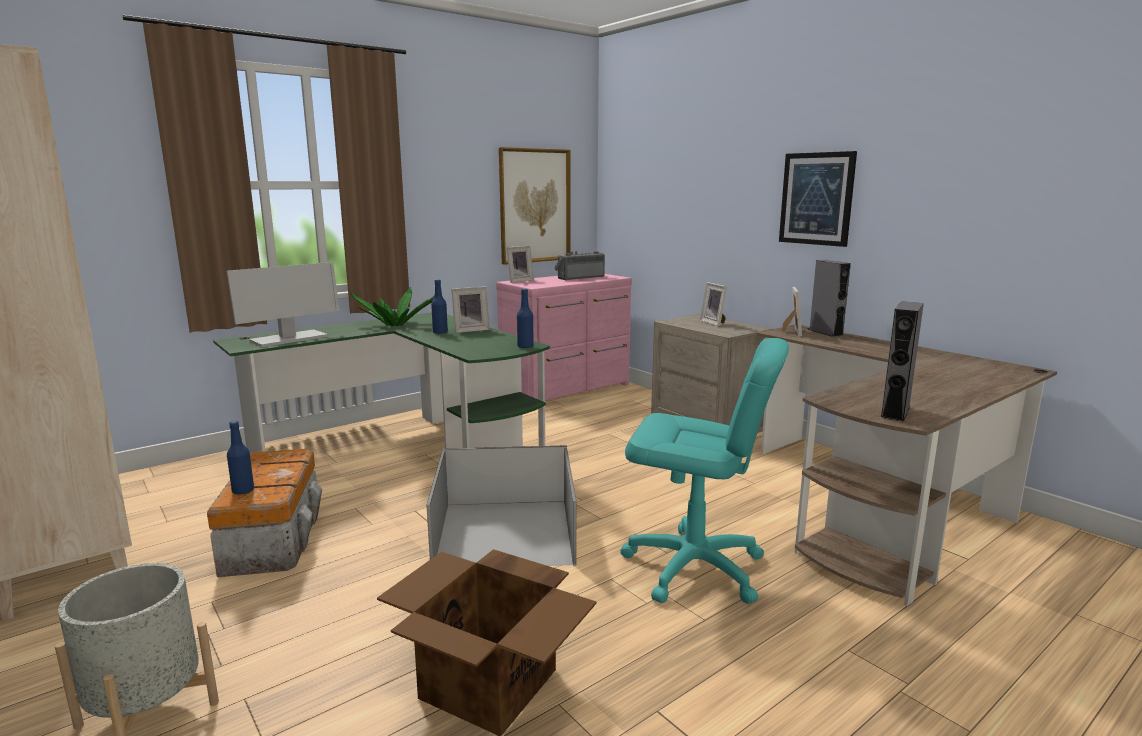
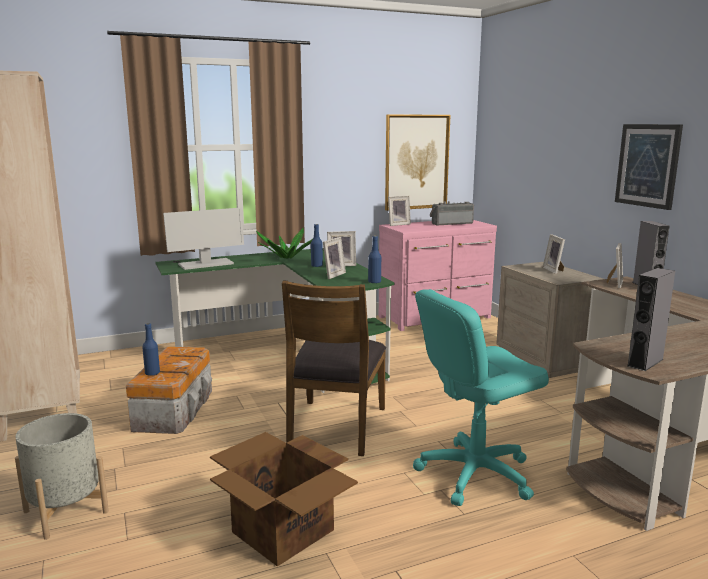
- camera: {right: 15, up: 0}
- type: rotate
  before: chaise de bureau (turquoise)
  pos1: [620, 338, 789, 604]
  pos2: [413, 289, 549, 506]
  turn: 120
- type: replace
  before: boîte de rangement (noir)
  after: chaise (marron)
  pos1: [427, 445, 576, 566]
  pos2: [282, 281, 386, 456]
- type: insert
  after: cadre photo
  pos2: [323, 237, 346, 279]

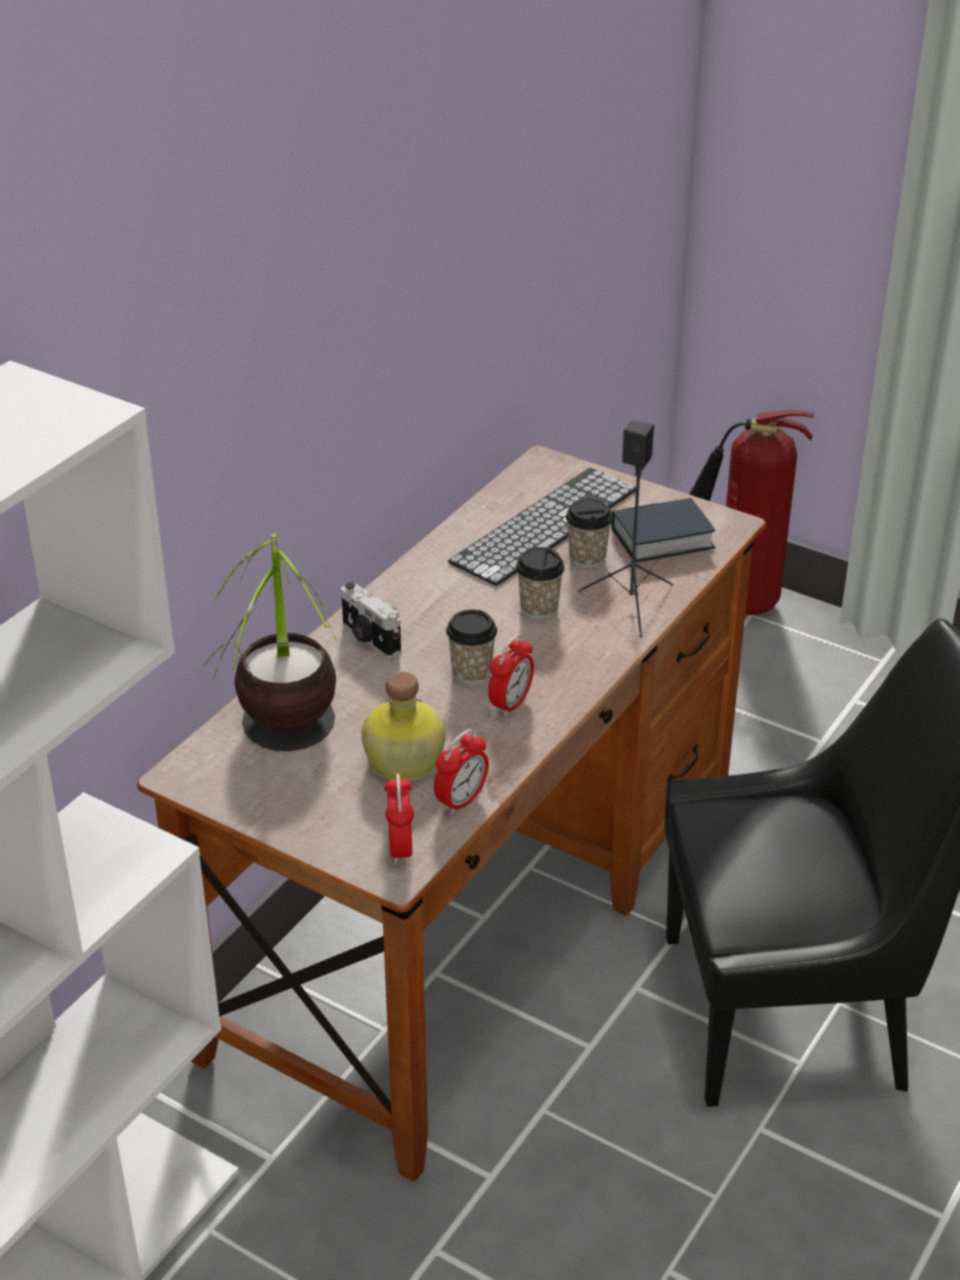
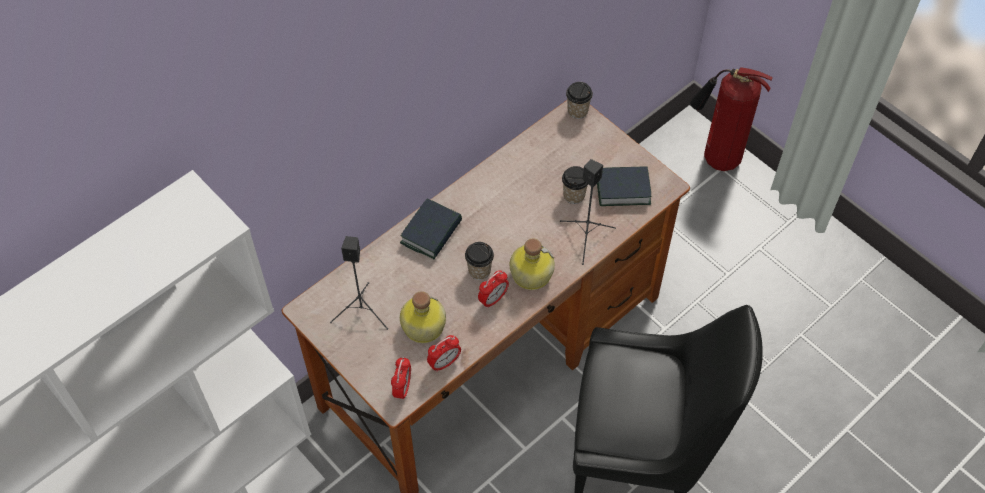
- camera: {right: 15, up: 20}
- type: delete
  before: clavier
  pos1: [448, 468, 636, 586]
- type: replace
  before: plante en pot
  after: enceinte (noir)
  pos1: [204, 534, 338, 751]
  pos2: [330, 236, 388, 330]
- type: move
  before: tasse
  pos1: [516, 547, 565, 619]
  pos2: [566, 82, 593, 119]
- type: replace
  before: appareil photo
  after: livre
  pos1: [341, 582, 401, 658]
  pos2: [400, 199, 462, 259]
- type: insert
  after: bouteille
  pos2: [510, 238, 555, 290]

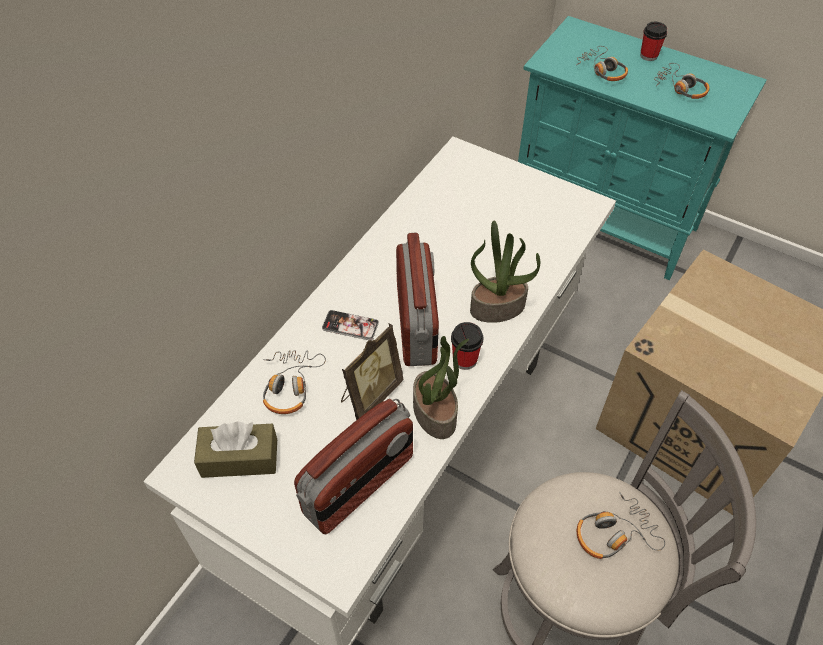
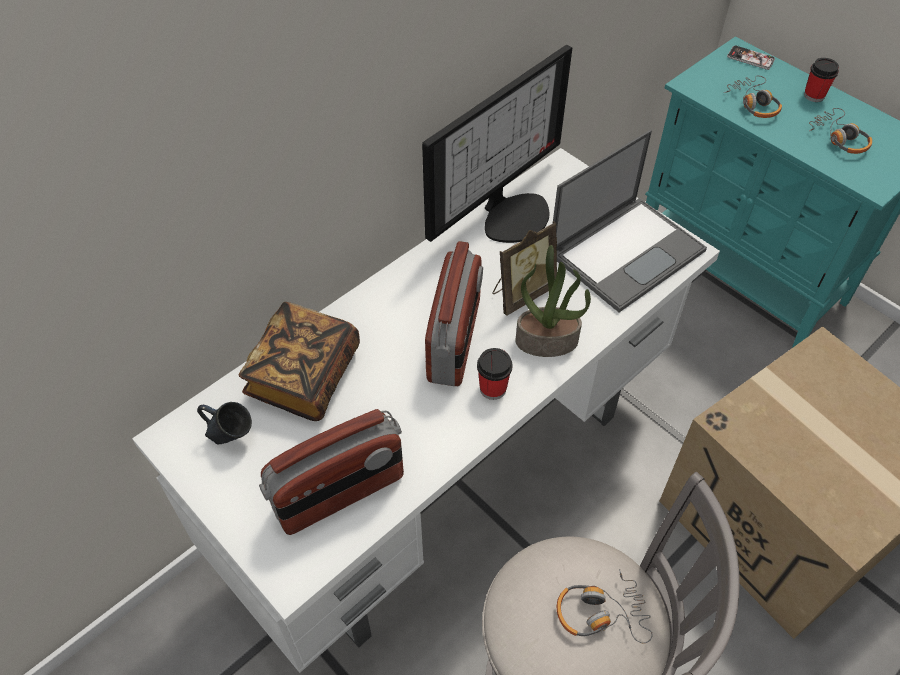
- camera: {right: 15, up: 0}
- type: move
  before: téléphone
  pos1: [322, 310, 379, 340]
  pos2: [727, 46, 775, 70]
- type: move
  before: cadre photo
  pos1: [341, 323, 404, 420]
  pos2: [492, 221, 557, 316]
- type: delete
  before: plante en pot
  pos1: [413, 336, 469, 439]
- type: replace
  before: casque audio
  after: livre
  pos1: [263, 350, 326, 414]
  pos2: [239, 302, 360, 421]
- type: replace
  before: boîte à mouchoirs (marron)
  after: mug (bleu)
  pos1: [194, 421, 277, 478]
  pos2: [197, 402, 252, 444]
- type: insert
  after: écran d'ordinateur
  pos2: [422, 45, 572, 243]
- type: insert
  after: ordinateur portable
  pos2: [553, 130, 707, 312]

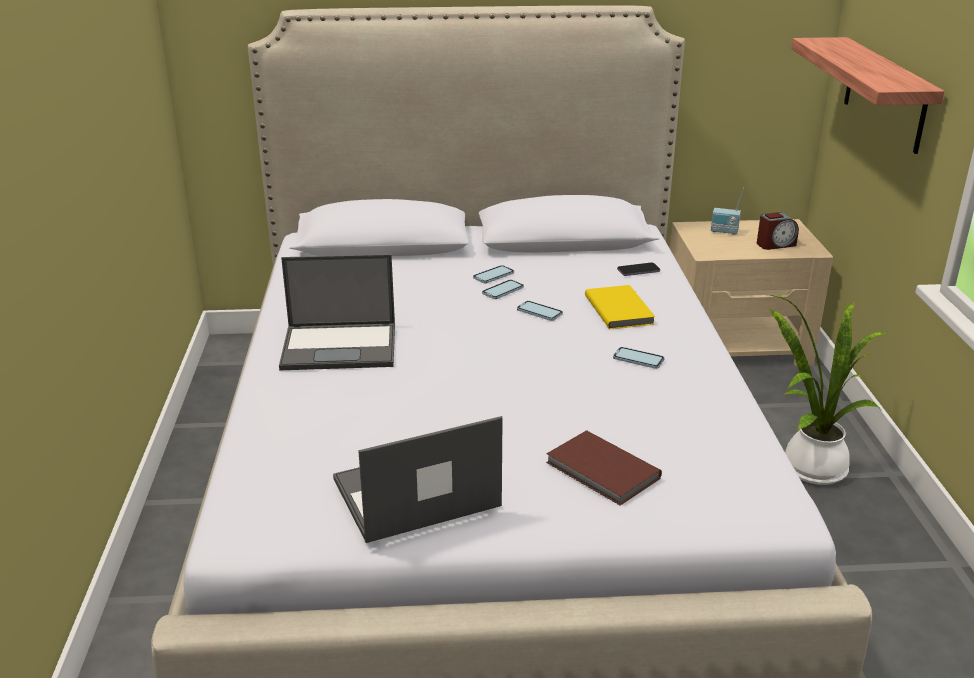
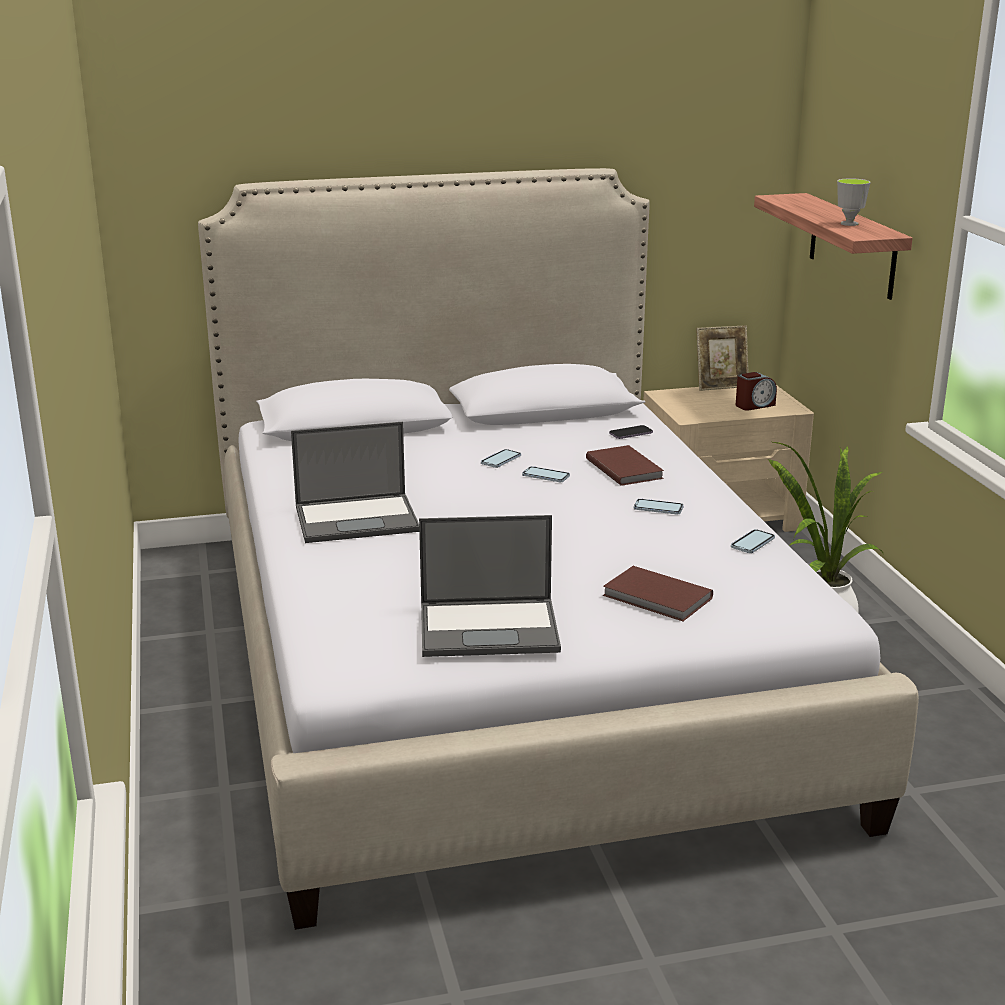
- camera: {right: -10, up: -5}
- type: delete
  before: radio
  pos1: [711, 188, 744, 235]
- type: move
  before: téléphone
  pos1: [473, 265, 514, 284]
  pos2: [731, 529, 775, 553]
- type: recolor
  before: livre (jaune)
  after: livre (marron)
  pos1: [585, 285, 655, 329]
  pos2: [586, 445, 664, 486]
- type: rotate
  before: ordinateur portable
  pos1: [333, 416, 503, 543]
  pos2: [419, 515, 561, 657]
  turn: -150
- type: insert
  after: tasse
  pos2: [837, 178, 870, 226]
- type: insert
  after: cadre photo
  pos2: [696, 325, 749, 391]

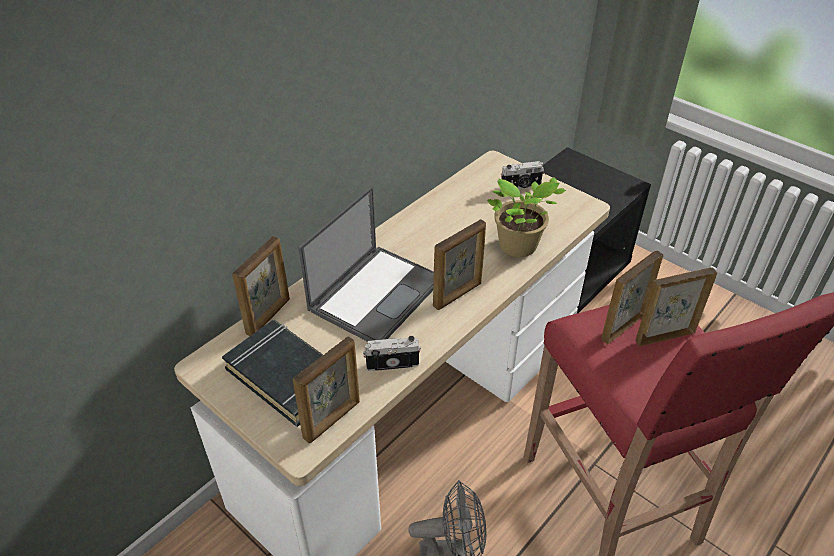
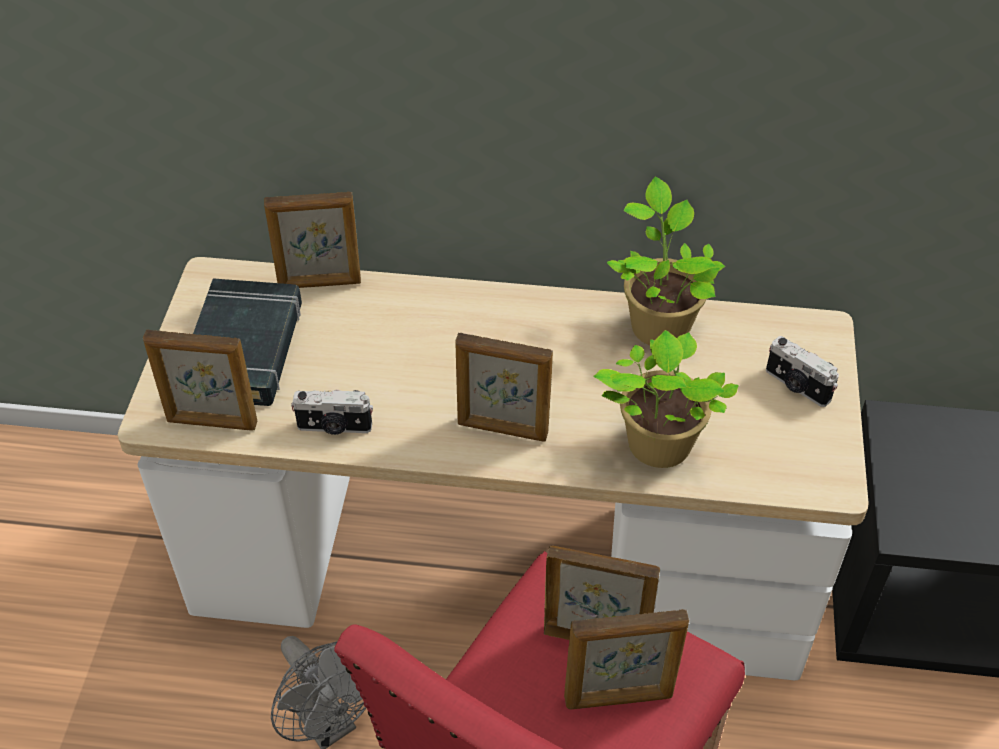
- camera: {right: 55, up: 5}
- type: delete
  before: ordinateur portable
  pos1: [298, 186, 434, 342]
- type: rotate
  before: cadre photo
  pos1: [636, 268, 717, 346]
  pos2: [564, 609, 689, 709]
  turn: 135
- type: rotate
  before: appareil photo
  pos1: [363, 336, 421, 371]
  pos2: [291, 389, 373, 435]
  turn: 135
- type: insert
  after: plante en pot
  pos2: [607, 177, 725, 345]

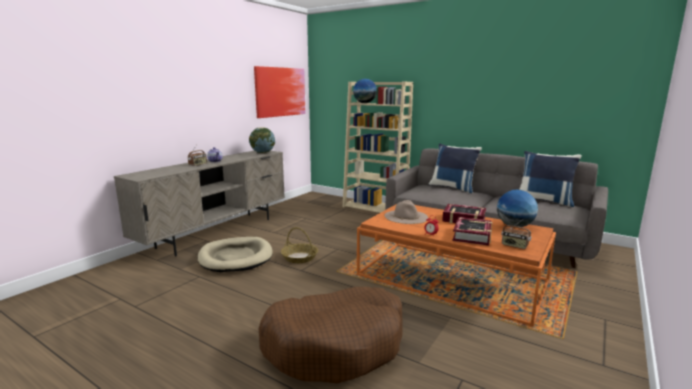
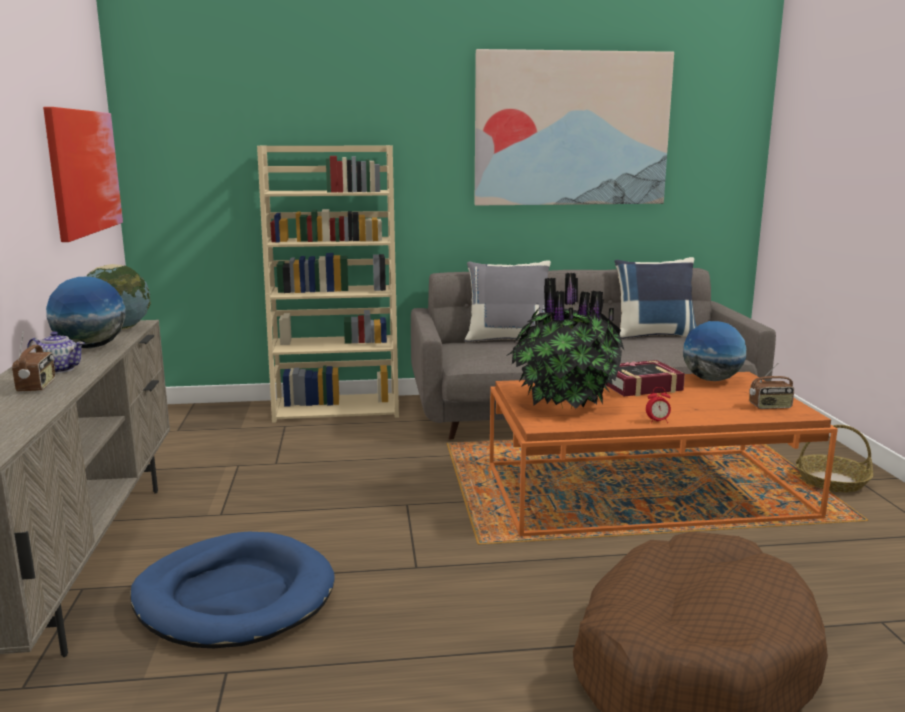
- camera: {right: -40, up: 0}
- type: move
  before: globe
  pos1: [353, 79, 377, 103]
  pos2: [46, 277, 126, 349]
- type: recolor
  before: coussin (bleu)
  after: coussin (gris)
  pos1: [428, 144, 482, 194]
  pos2: [464, 260, 551, 343]
- type: replace
  before: chapeau (beige)
  after: plante en pot
  pos1: [385, 200, 428, 224]
  pos2: [506, 273, 625, 409]
- type: delete
  before: livre
  pos1: [453, 217, 492, 246]
- type: move
  before: panier
  pos1: [281, 227, 318, 263]
  pos2: [796, 425, 873, 492]
- type: recolor
  before: panier pour chien (beige)
  after: panier pour chien (bleu)
  pos1: [198, 237, 273, 272]
  pos2: [130, 532, 335, 648]
- type: insert
  after: tableau
  pos2: [475, 49, 674, 205]

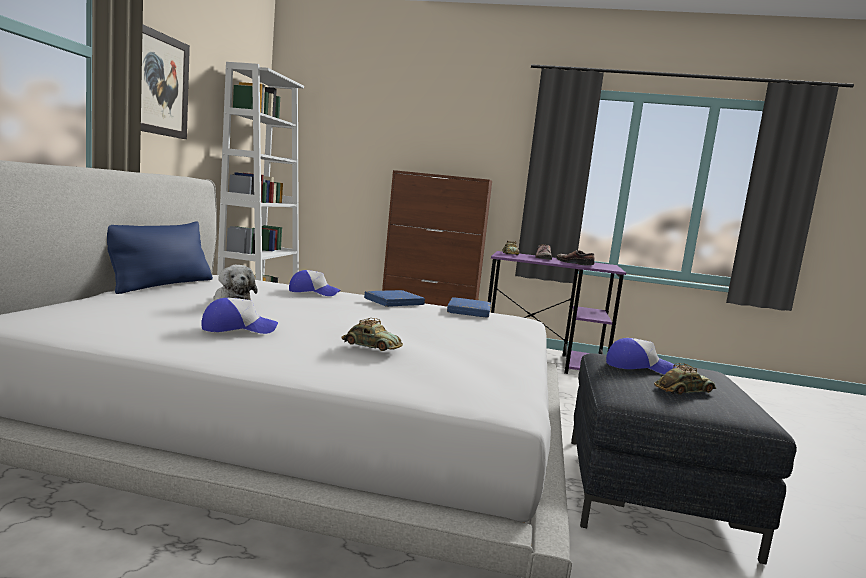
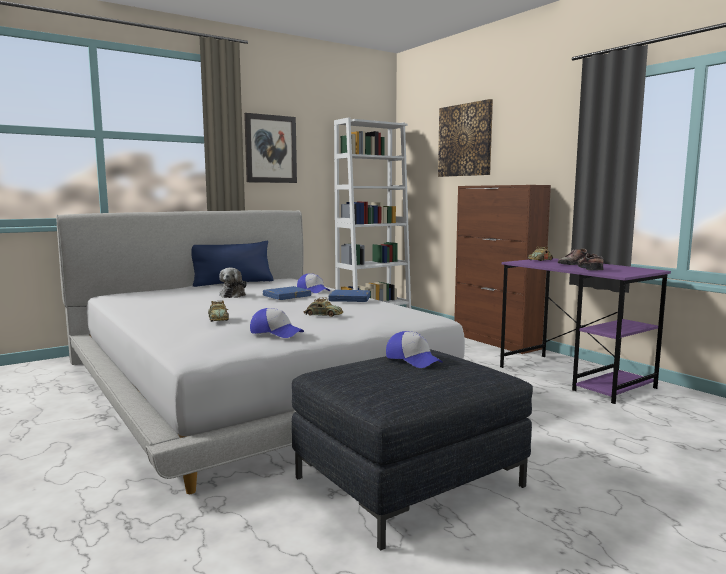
- camera: {right: 45, up: 0}
- type: move
  before: casquette
  pos1: [201, 298, 278, 334]
  pos2: [250, 308, 304, 338]
- type: move
  before: livre (bleu)
  pos1: [447, 298, 491, 317]
  pos2: [263, 286, 311, 300]
- type: move
  before: petite voiture
  pos1: [654, 363, 716, 395]
  pos2: [303, 297, 344, 317]
- type: insert
  after: tableau
  pos2: [438, 99, 493, 177]

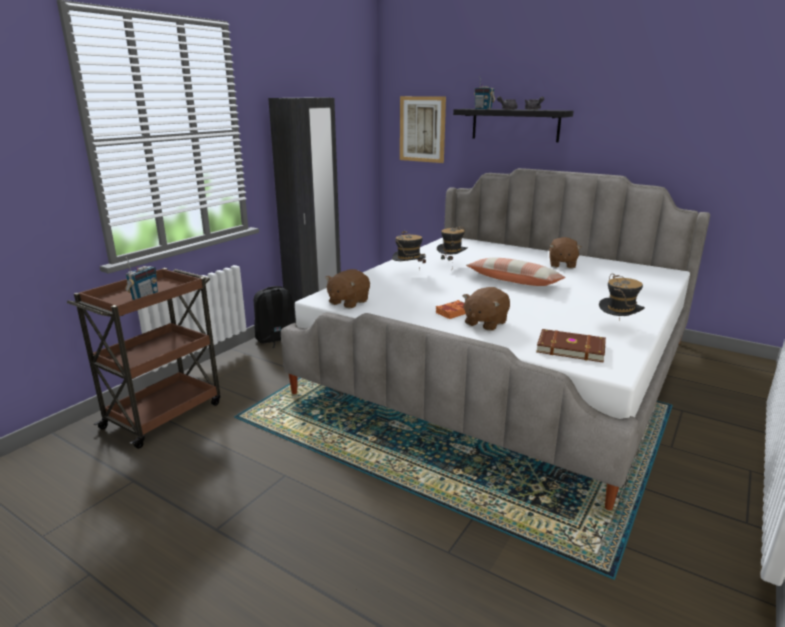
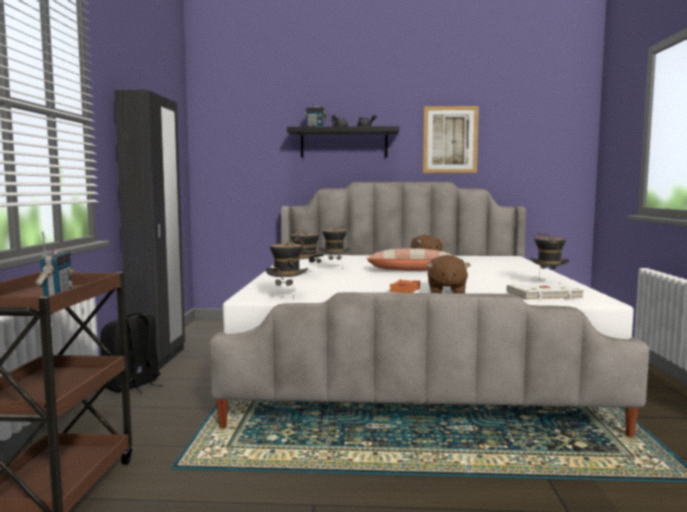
- camera: {right: -30, up: -15}
- type: move
  before: tableau
  pos1: [400, 96, 446, 163]
  pos2: [423, 106, 479, 173]
- type: replace
  before: peluche (marron)
  after: chapeau
  pos1: [325, 269, 370, 309]
  pos2: [265, 239, 308, 299]
- type: recolor
  before: livre (marron)
  after: livre (blanc)
  pos1: [536, 329, 606, 363]
  pos2: [506, 283, 584, 300]

